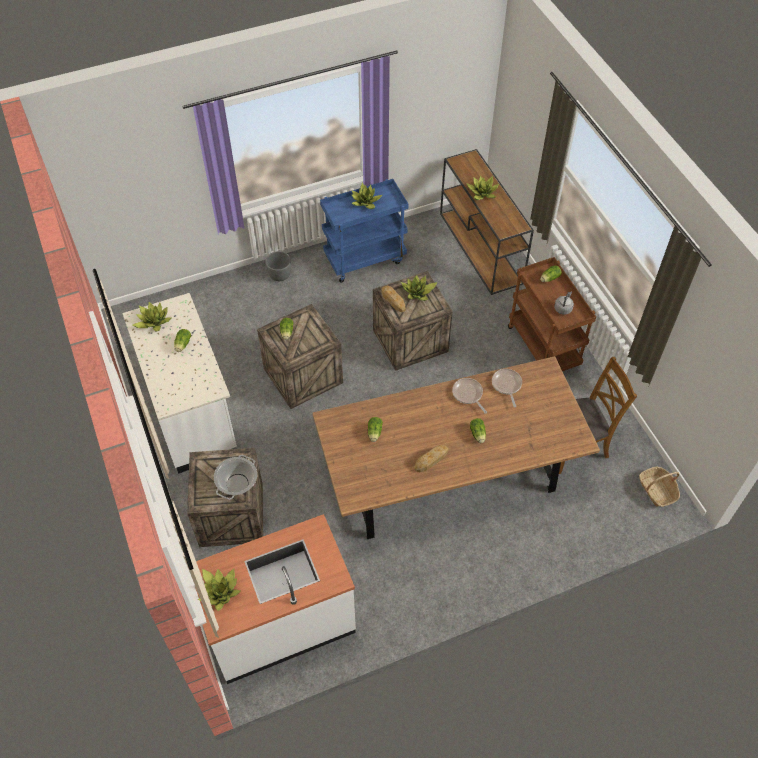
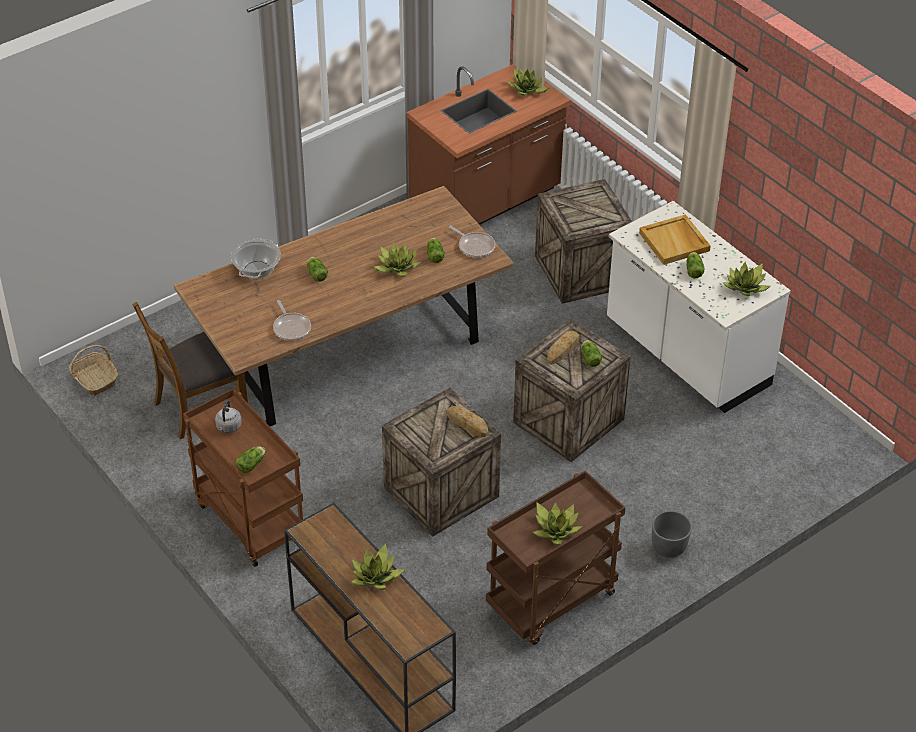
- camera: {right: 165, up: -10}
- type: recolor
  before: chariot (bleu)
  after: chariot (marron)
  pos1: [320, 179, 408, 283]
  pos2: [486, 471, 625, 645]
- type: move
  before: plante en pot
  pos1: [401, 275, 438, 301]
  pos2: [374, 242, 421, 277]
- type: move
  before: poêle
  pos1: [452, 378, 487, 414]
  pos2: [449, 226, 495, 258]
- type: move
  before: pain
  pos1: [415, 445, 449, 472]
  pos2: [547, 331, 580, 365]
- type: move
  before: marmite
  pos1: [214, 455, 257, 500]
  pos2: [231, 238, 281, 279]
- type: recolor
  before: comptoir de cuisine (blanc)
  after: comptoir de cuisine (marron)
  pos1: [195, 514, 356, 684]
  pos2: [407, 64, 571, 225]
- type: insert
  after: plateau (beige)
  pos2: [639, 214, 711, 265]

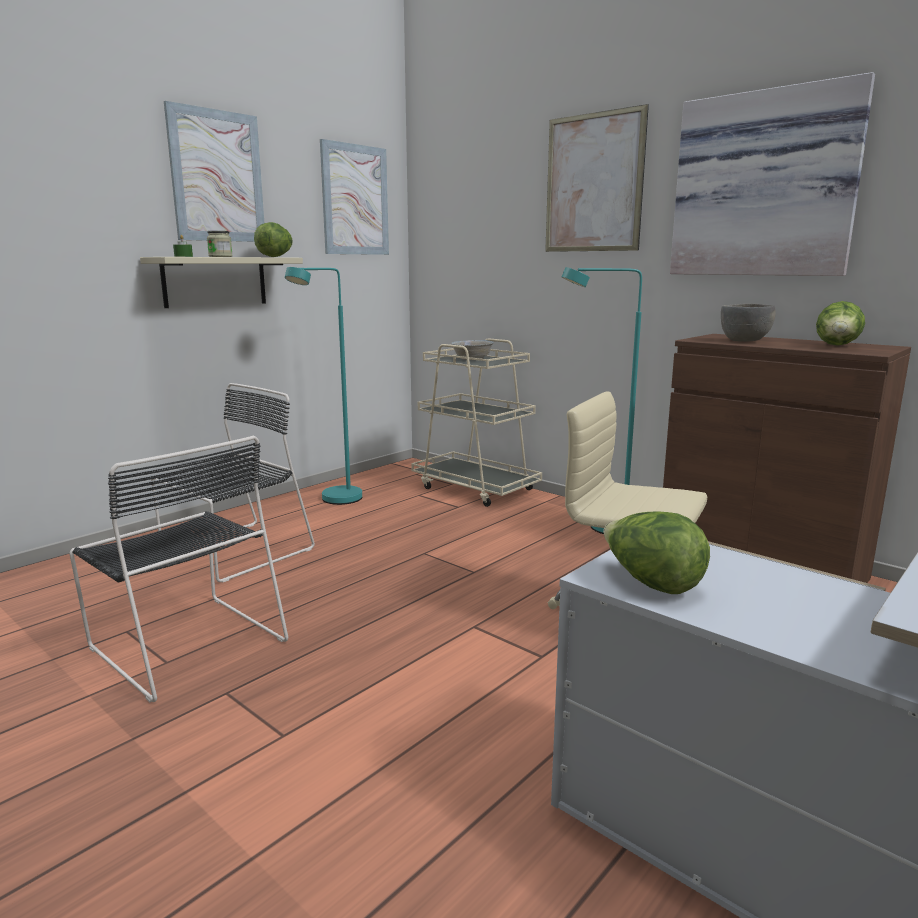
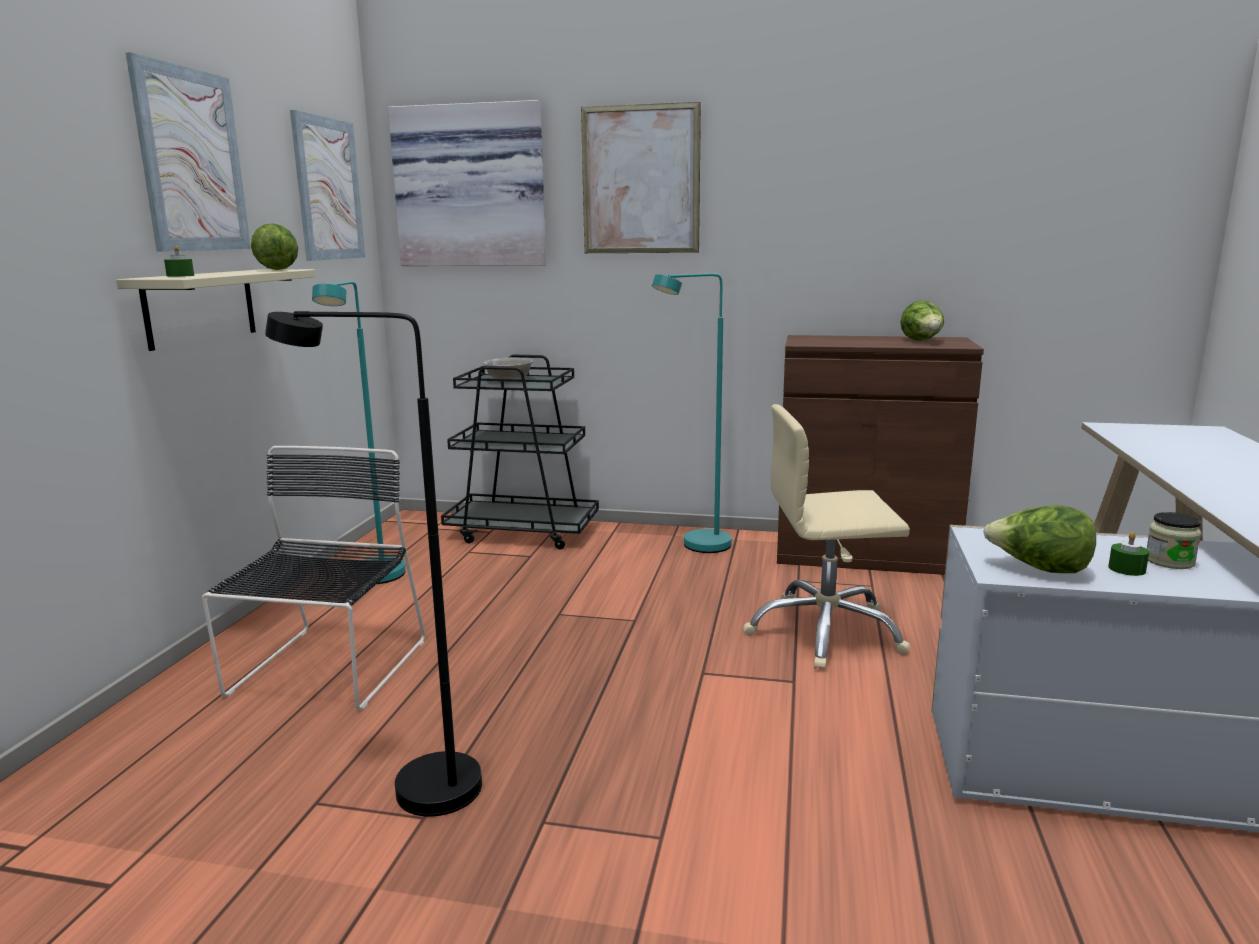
- camera: {right: -30, up: 0}
- type: move
  before: tableau
  pos1: [670, 72, 875, 276]
  pos2: [388, 100, 546, 266]
- type: move
  before: bocal
  pos1: [207, 231, 233, 257]
  pos2: [1147, 512, 1201, 569]
- type: delete
  before: bol (gris)
  pos1: [721, 304, 776, 342]
- type: recolor
  before: chariot (beige)
  after: chariot (noir)
  pos1: [411, 338, 542, 507]
  pos2: [441, 355, 599, 549]
- type: replace
  before: chaise (noir)
  after: lampadaire (noir)
  pos1: [69, 436, 288, 702]
  pos2: [265, 311, 482, 817]
- type: insert
  after: bougie (vert)
  pos2: [1108, 532, 1149, 576]

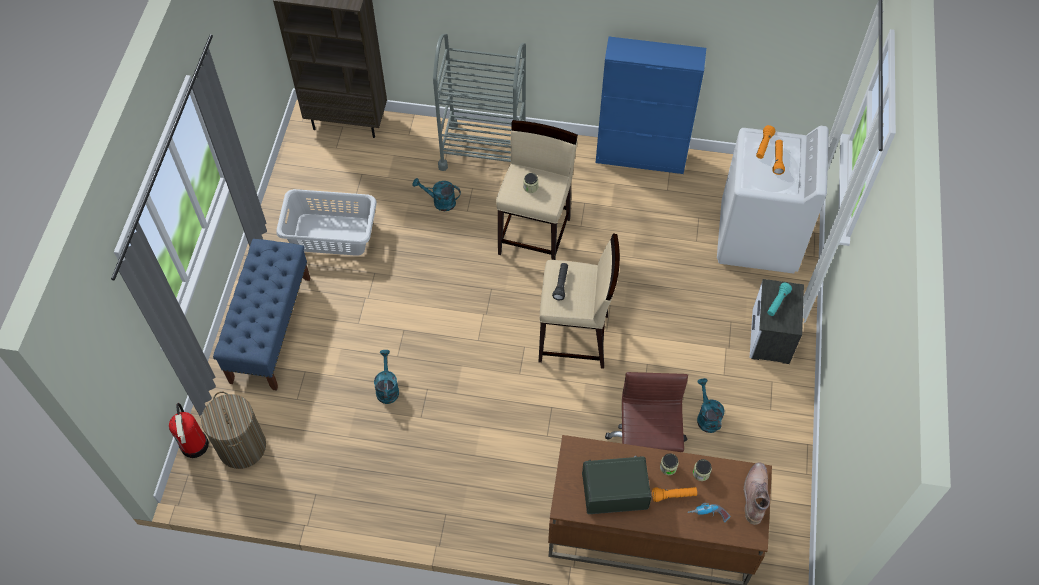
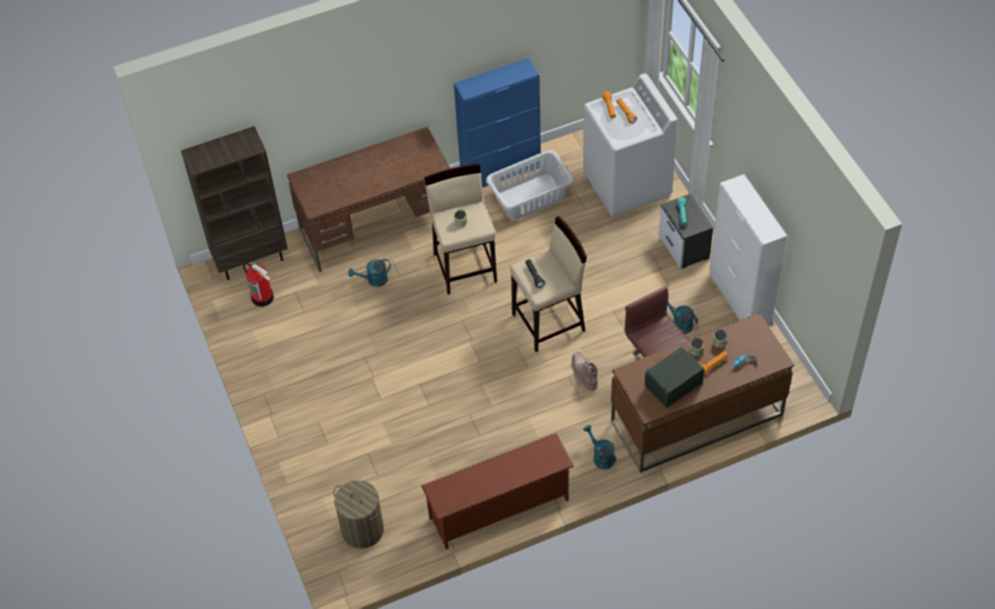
- camera: {right: -30, up: -5}
- type: replace
  before: chariot (gris)
  after: bureau (marron)
  pos1: [433, 34, 526, 171]
  pos2: [287, 127, 451, 272]
- type: move
  before: panier à linge (gris)
  pos1: [277, 189, 377, 256]
  pos2: [486, 150, 574, 220]
- type: delete
  before: banc (bleu)
  pos1: [213, 239, 310, 391]
- type: move
  before: arrosoir (turquoise)
  pos1: [374, 350, 399, 404]
  pos2: [583, 425, 616, 469]
- type: move
  before: extincteur
  pos1: [169, 403, 209, 458]
  pos2: [243, 262, 274, 307]
- type: move
  before: botte (marron)
  pos1: [743, 463, 770, 525]
  pos2: [572, 352, 598, 391]
- type: insert
  after: meuble de rangement (blanc)
  pos2: [709, 174, 787, 326]
- type: insert
  after: étagère à chaussures (marron)
  pos2: [421, 433, 574, 549]

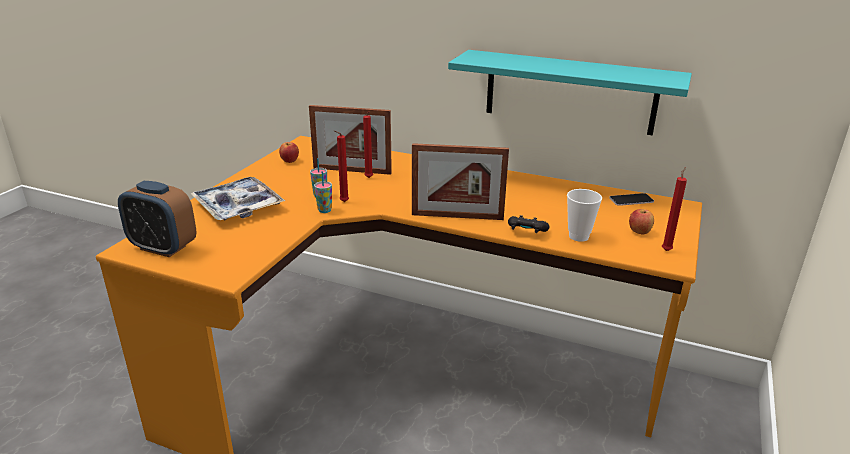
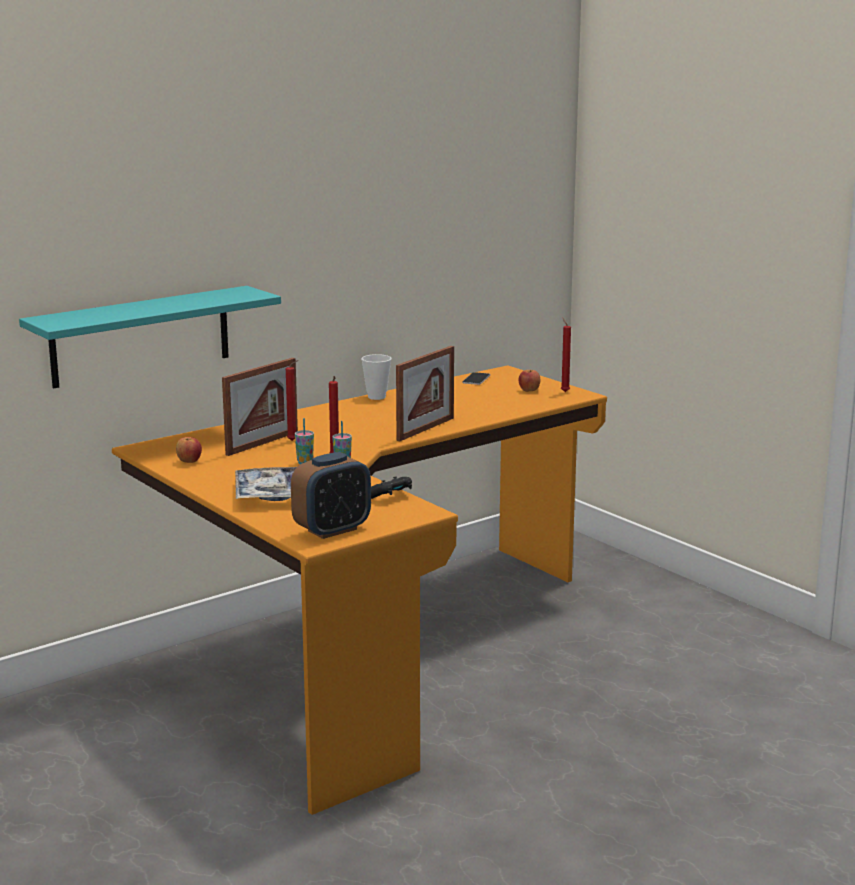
- camera: {right: -60, up: -10}
- type: move
  before: étagère (turquoise)
  pos1: [448, 50, 692, 135]
  pos2: [19, 286, 281, 388]
- type: move
  before: tasse
  pos1: [567, 189, 602, 242]
  pos2: [361, 354, 392, 400]
- type: move
  before: manette (noir)
  pos1: [508, 215, 550, 233]
  pos2: [371, 477, 412, 499]

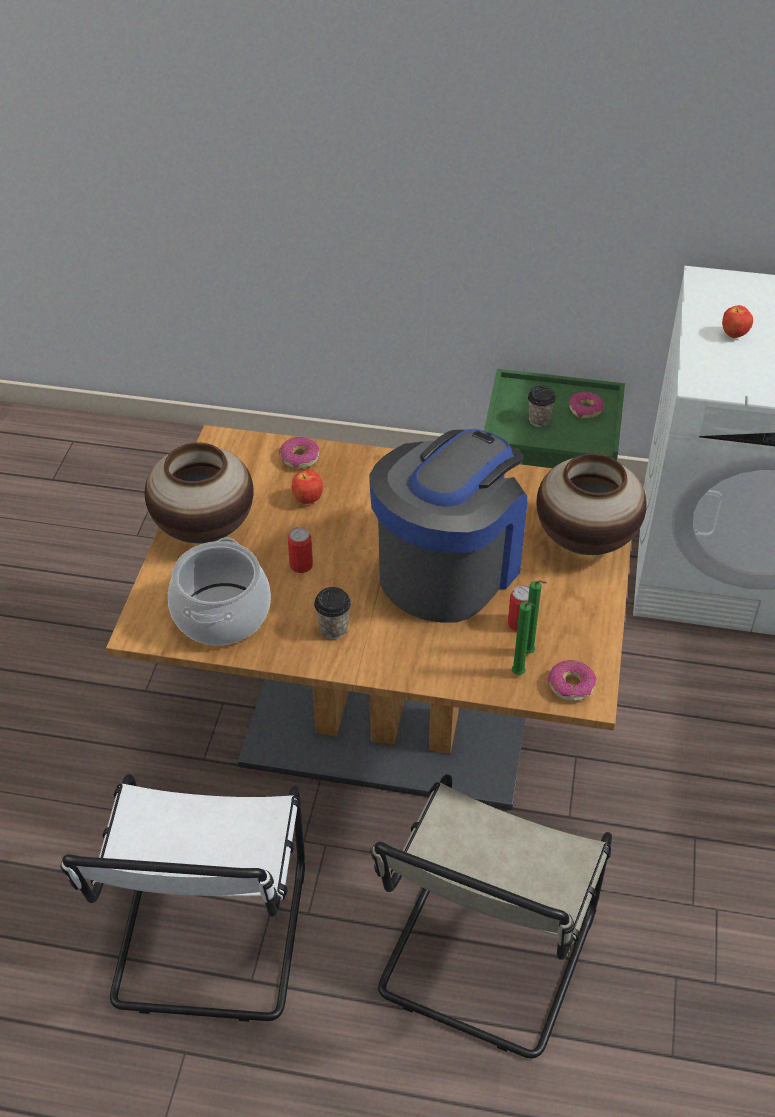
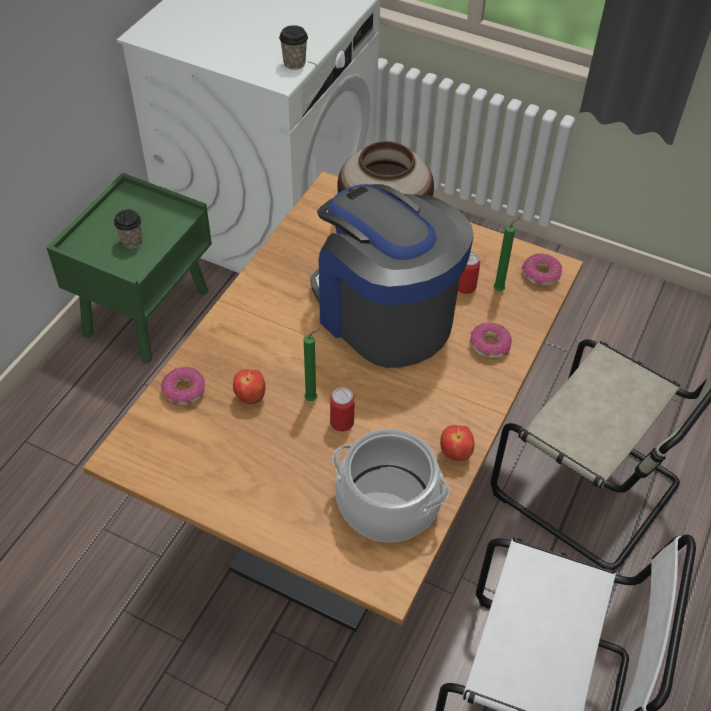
- camera: {right: -75, up: 5}
- type: move
  before: pomme
  pos1: [722, 305, 753, 338]
  pos2: [440, 425, 474, 461]
- type: move
  before: beignet
  pos1: [569, 392, 604, 418]
  pos2: [470, 322, 512, 358]
- type: delete
  before: vase
  pos1: [145, 442, 254, 543]
- type: move
  before: tasse
  pos1: [314, 587, 351, 639]
  pos2: [279, 25, 308, 70]
- type: move
  before: bougie (vert)
  pos1: [512, 602, 535, 675]
  pos2: [304, 329, 320, 401]

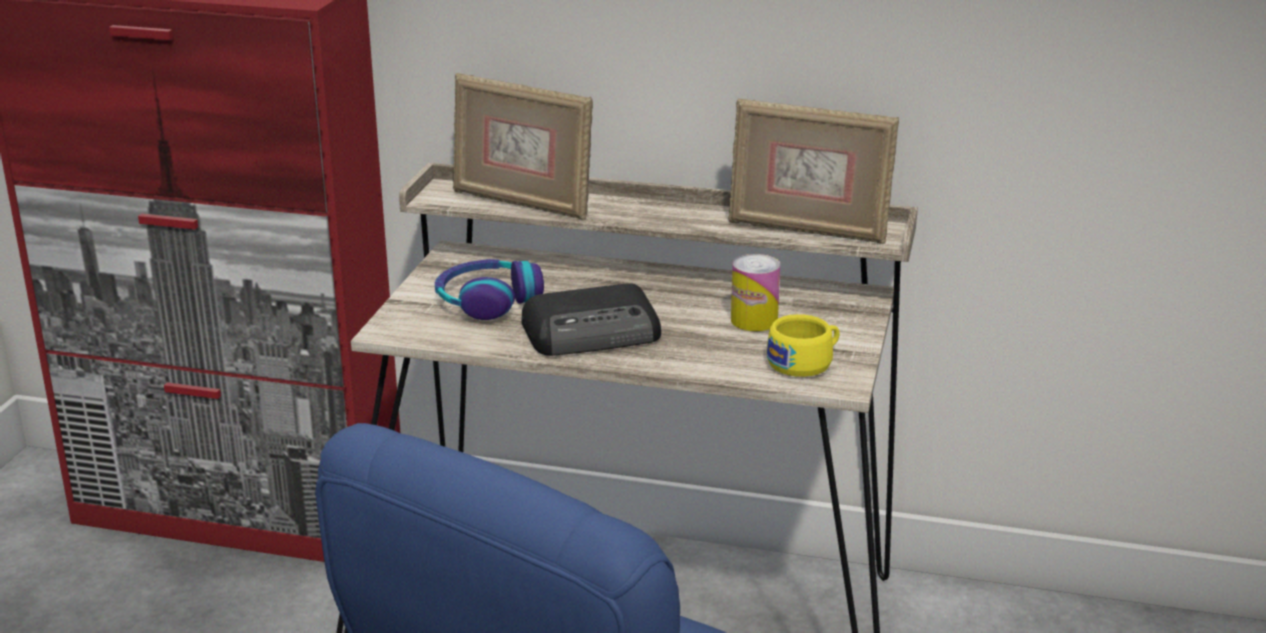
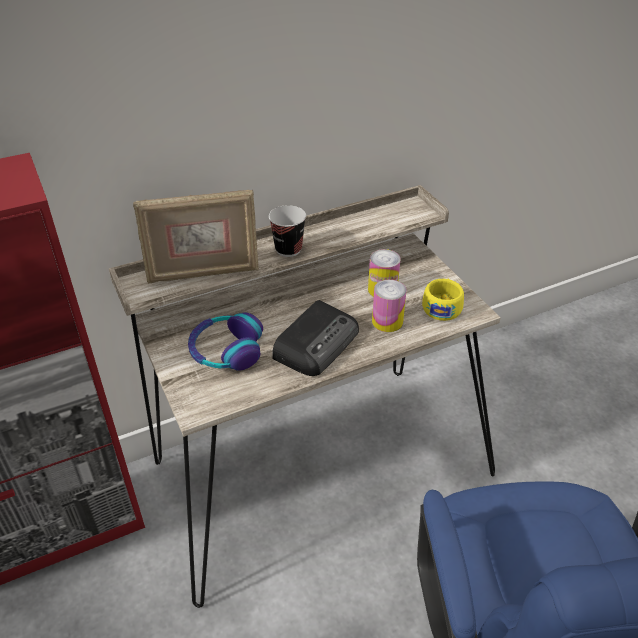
- camera: {right: -40, up: 15}
- type: delete
  before: cadre photo
  pos1: [728, 98, 899, 244]
- type: insert
  after: tasse
  pos2: [269, 205, 306, 257]
- type: insert
  after: boîte métallique
  pos2: [372, 280, 406, 332]

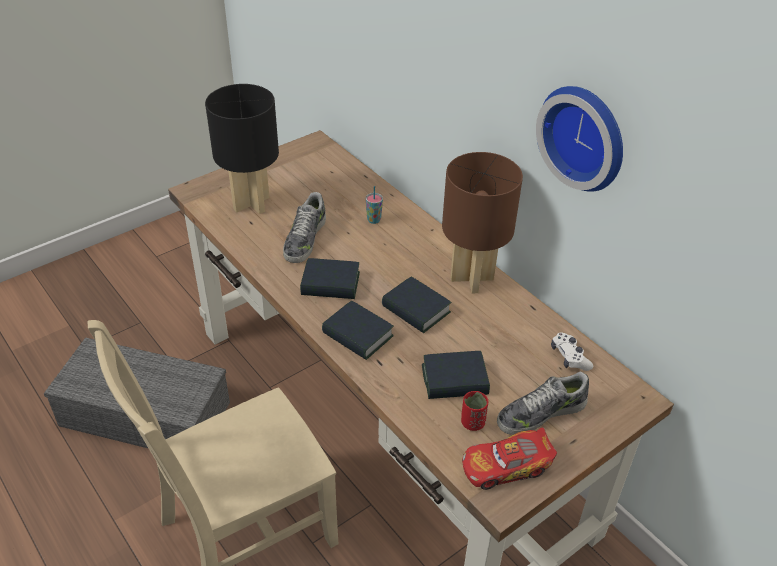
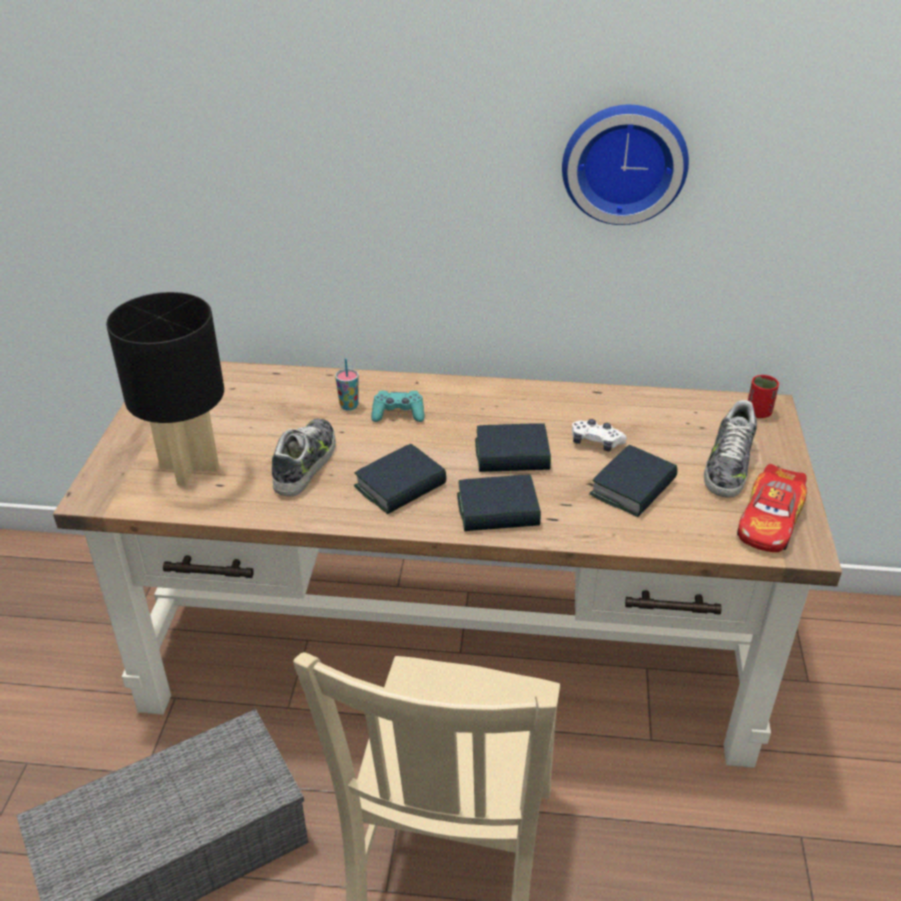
- camera: {right: -45, up: -5}
- type: delete
  before: lampe de table (marron)
  pos1: [442, 152, 523, 293]
- type: rotate
  before: chaussure
  pos1: [283, 192, 326, 263]
  pos2: [272, 419, 336, 497]
  turn: -135
- type: move
  before: manette (blanc)
  pos1: [551, 332, 593, 371]
  pos2: [572, 419, 626, 452]
- type: move
  before: tasse (rouge)
  pos1: [461, 391, 488, 431]
  pos2: [748, 375, 779, 418]
- type: insert
  after: manette (turquoise)
  pos2: [371, 391, 425, 422]

